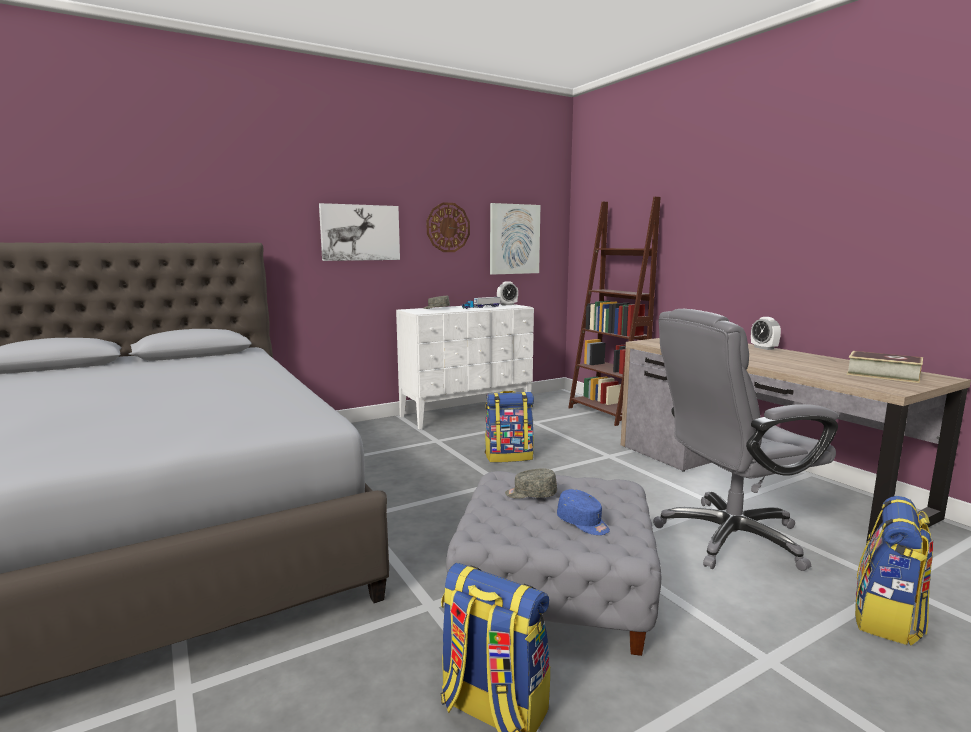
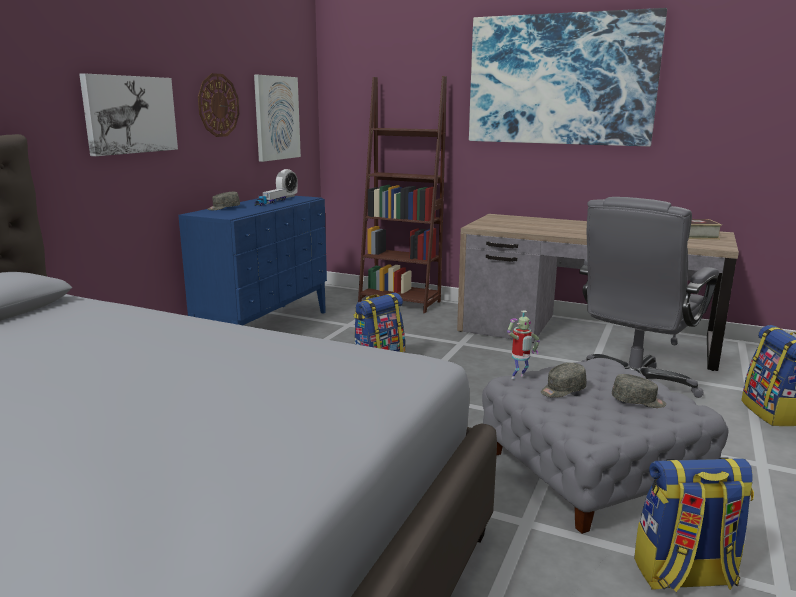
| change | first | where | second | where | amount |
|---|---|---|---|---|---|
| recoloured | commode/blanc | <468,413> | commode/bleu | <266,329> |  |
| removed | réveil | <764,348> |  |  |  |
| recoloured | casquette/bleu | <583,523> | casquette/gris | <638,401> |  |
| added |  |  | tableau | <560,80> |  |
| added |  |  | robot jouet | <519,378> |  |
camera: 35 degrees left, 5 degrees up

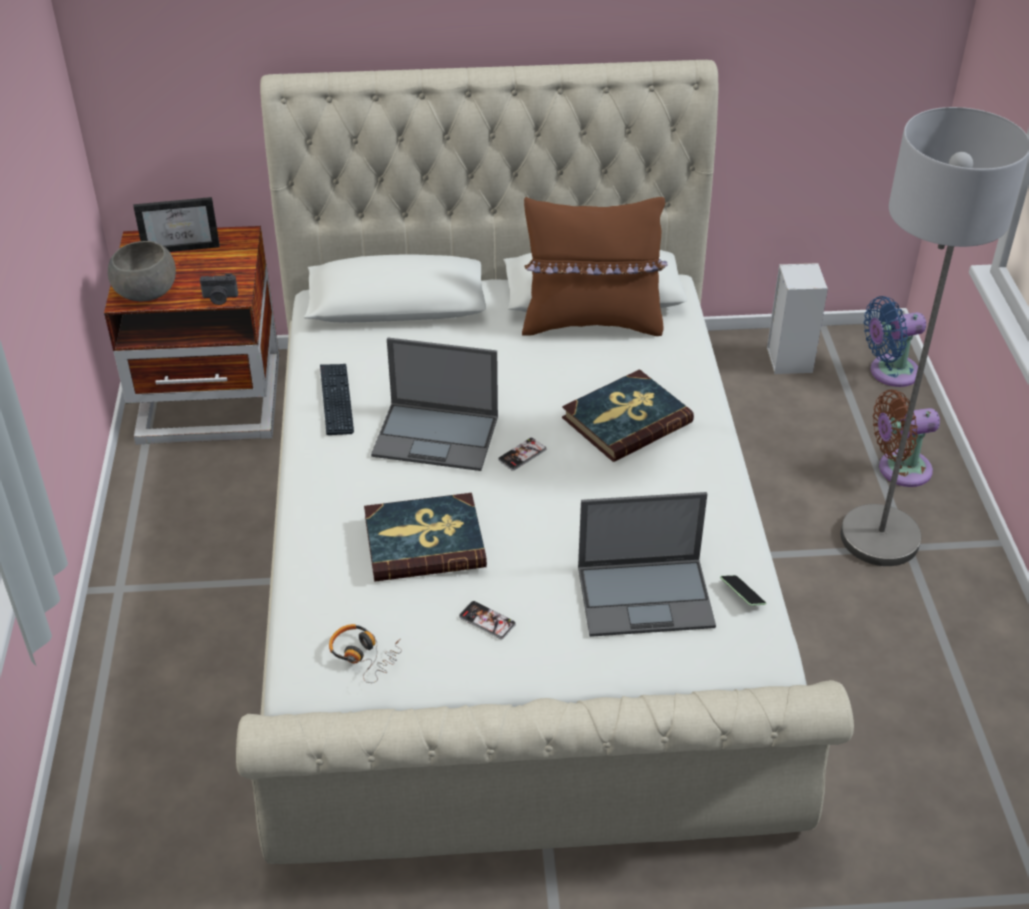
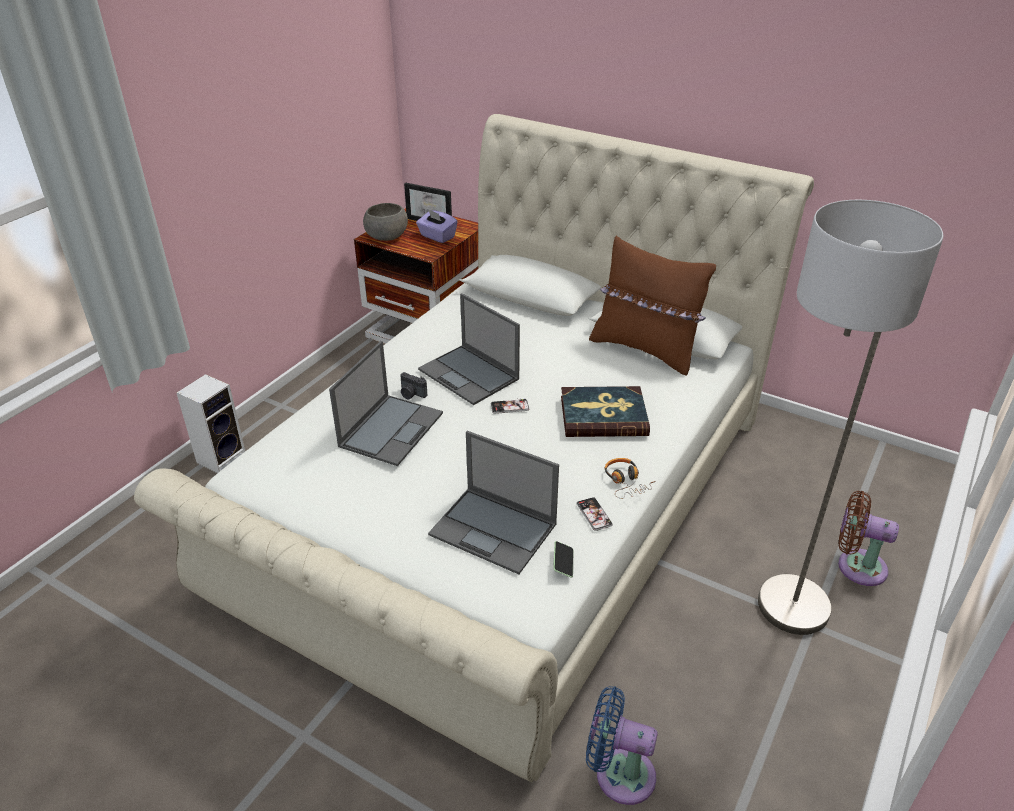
| change | first | where | second | where | amount |
|---|---|---|---|---|---|
| moved | enceinte | <787,359> |  | <222,457> |  |
| moved | appareil photo | <220,298> |  | <411,394> |  |
| moved | ventilateur/bleu | <889,372> |  | <618,773> |  |
| removed | clavier | <336,400> |  |  |  |
| replaced | livre | <424,541> | ordinateur portable | <391,429> |  |
| moved | téléphone | <487,620> |  | <594,514> |  |
| moved | casque audio | <364,656> |  | <626,482> |  |
| added |  |  | boîte à mouchoirs/violet | <437,236> |  |
camera: 35 degrees right, 5 degrees down

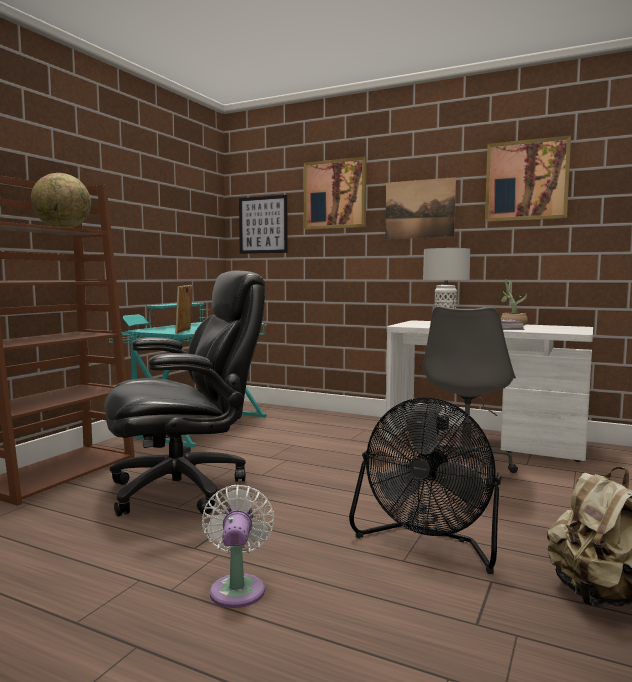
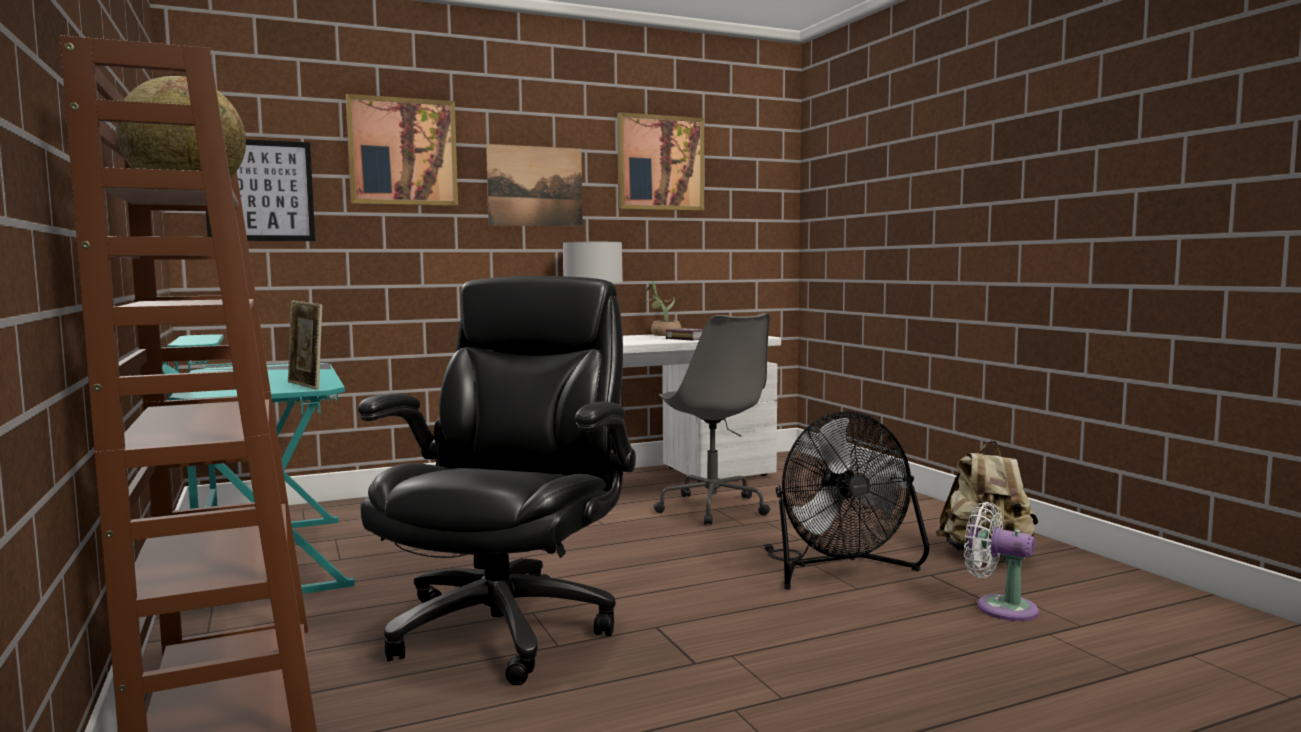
| change | first | where | second | where | amount |
|---|---|---|---|---|---|
| moved | ventilateur/blanc | <238,588> |  | <1000,607> |  |
camera: 50 degrees left, 0 degrees up

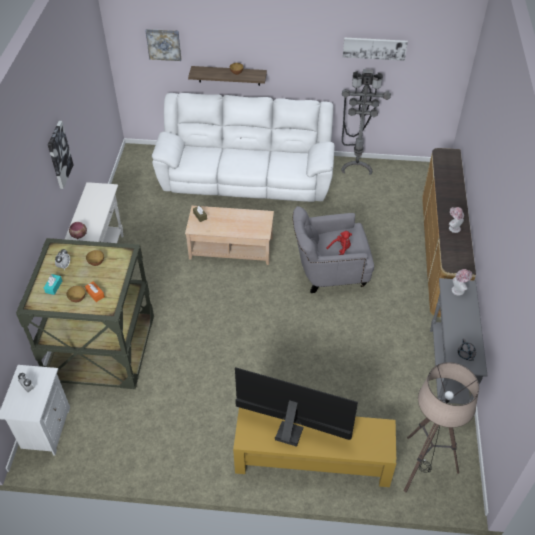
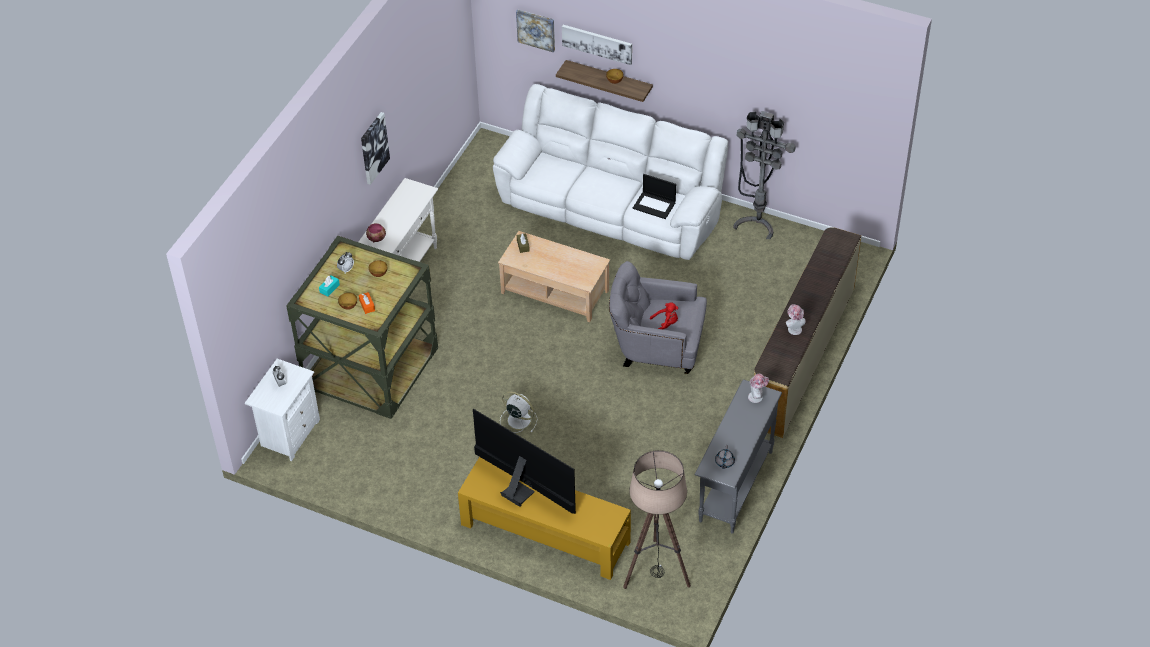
| change | first | where | second | where | amount |
|---|---|---|---|---|---|
| moved | tableau | <374,48> |  | <597,43> |  |
| added |  |  | ordinateur portable | <654,205> |  |
| added |  |  | ventilateur/blanc | <518,419> |  |
camera: 20 degrees right, 0 degrees up

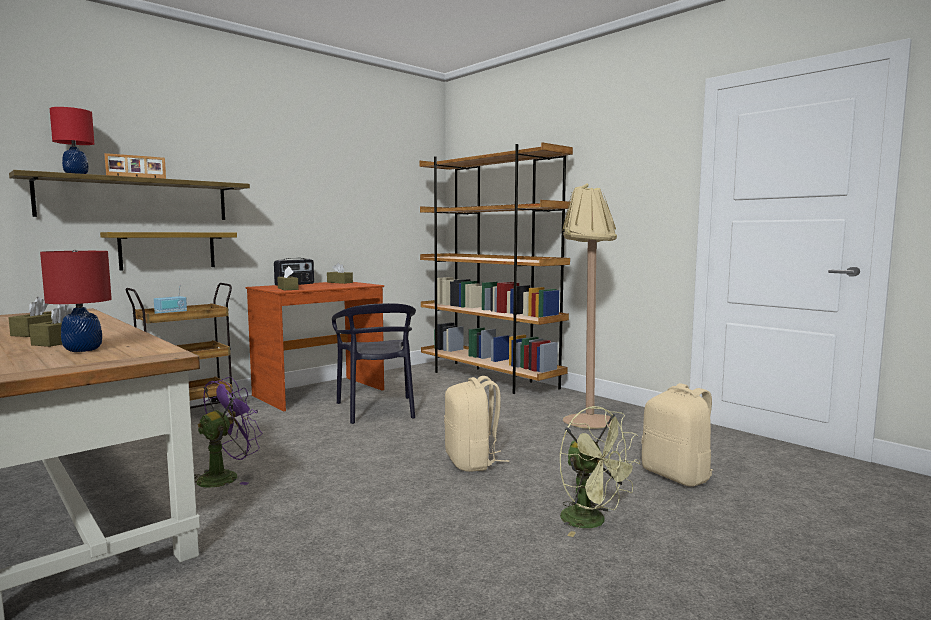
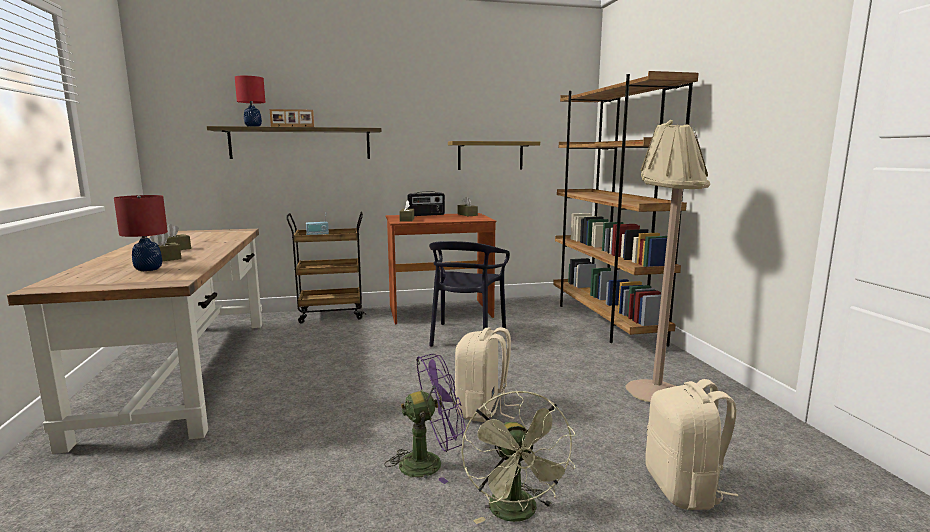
| change | first | where | second | where | amount |
|---|---|---|---|---|---|
| moved | étagère | <168,250> |  | <490,155> |  |
| moved | ventilateur/violet | <225,477> |  | <429,462> |  |
camera: 30 degrees right, 5 degrees up

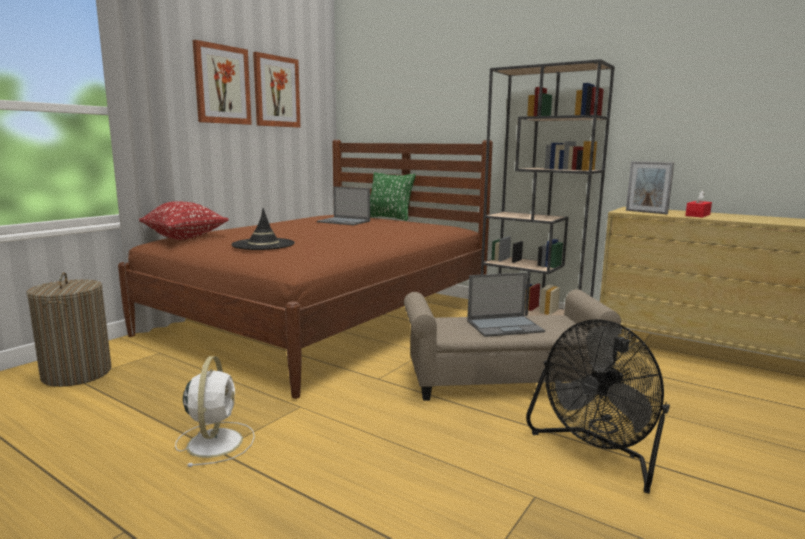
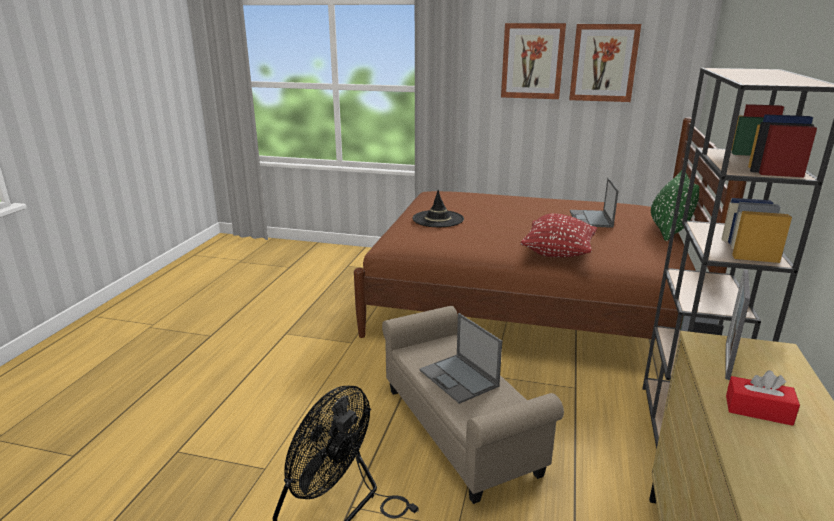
| change | first | where | second | where | amount |
|---|---|---|---|---|---|
| moved | coussin/rouge | <185,238> |  | <558,253> |  |
| removed | panier à linge | <76,373> |  |  |  |
| removed | ventilateur/blanc | <215,441> |  |  |  |
camera: 70 degrees right, 10 degrees up

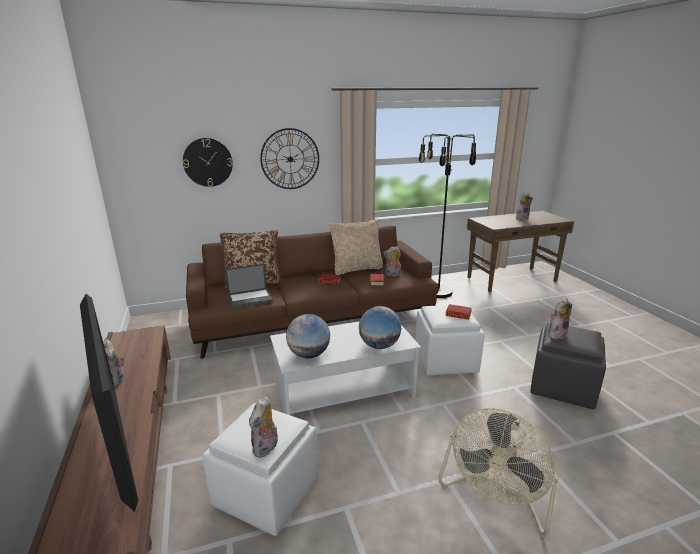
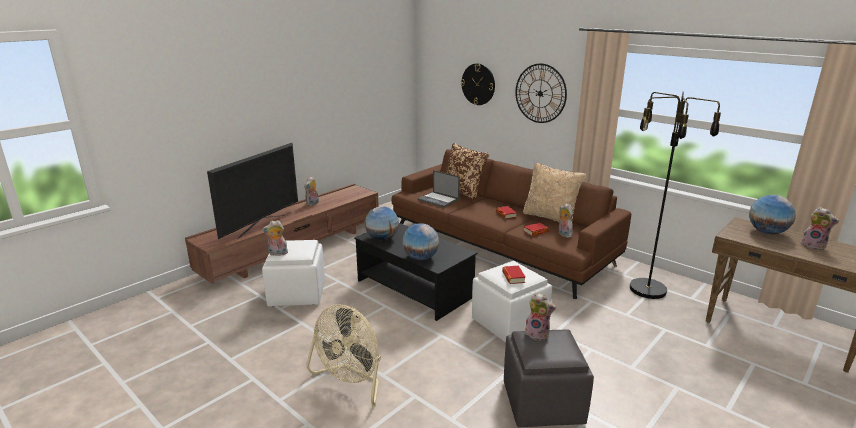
| change | first | where | second | where | amount |
|---|---|---|---|---|---|
| recoloured | table basse/blanc | <345,390> | table basse/noir | <415,289> |  |
| turned | ventilateur/beige | <492,494> |  | <351,379> | 60 degrees counterclockwise |
| added |  |  | globe | <766,232> |  |
camera: 60 degrees right, 0 degrees up

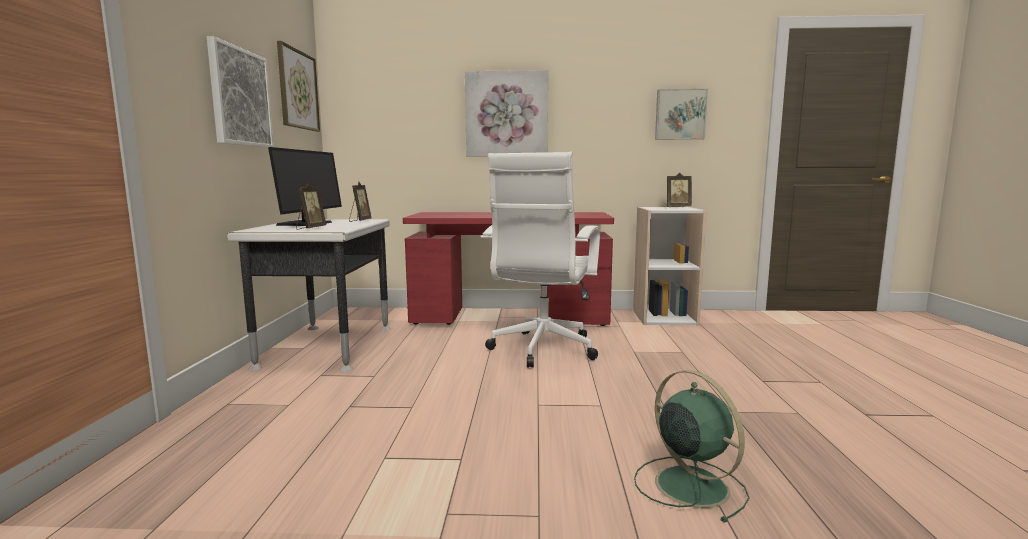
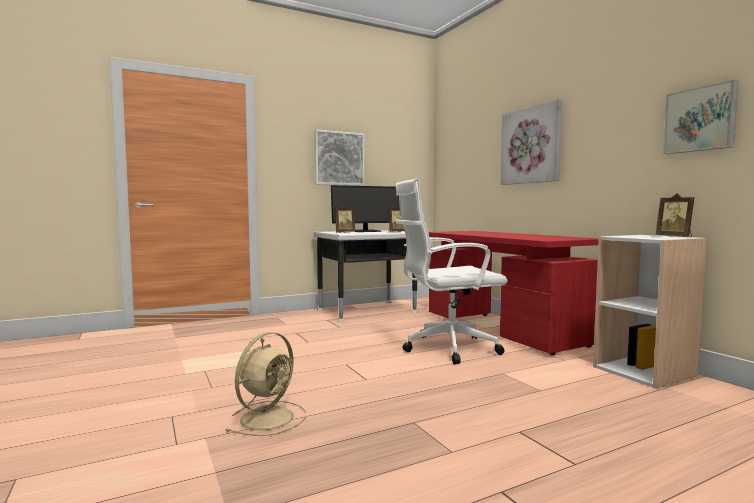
| change | first | where | second | where | amount |
|---|---|---|---|---|---|
| removed | tableau | <298,89> |  |  |  |
| recoloured | ventilateur/vert | <689,484> | ventilateur/beige | <269,417> |  |
camera: 60 degrees right, 5 degrees down

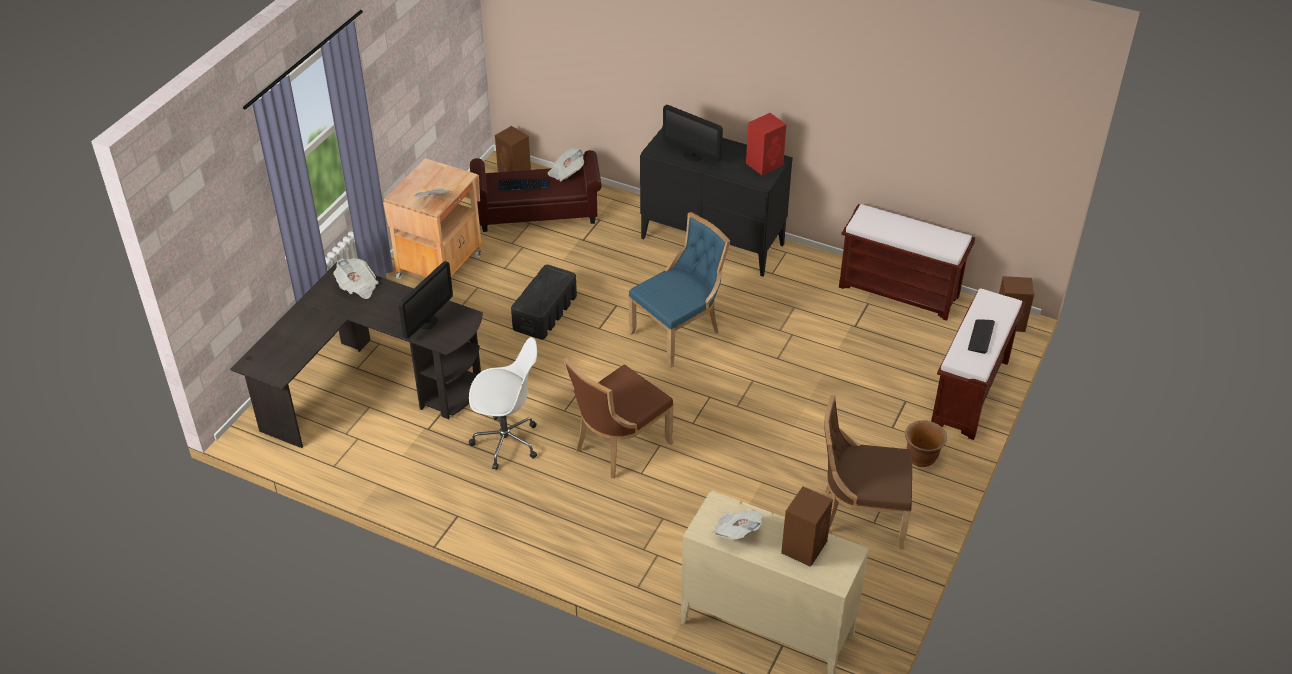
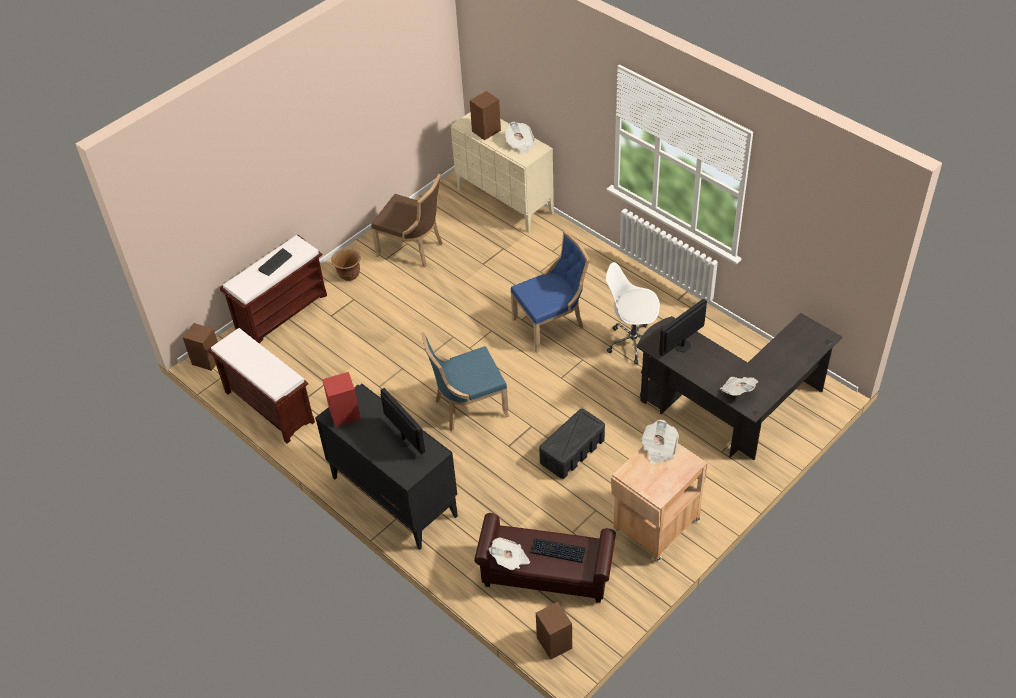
| change | first | where | second | where | amount |
|---|---|---|---|---|---|
| recoloured | chaise/marron | <618,446> | chaise/bleu | <551,324> |  |
camera: 160 degrees left, 5 degrees up

